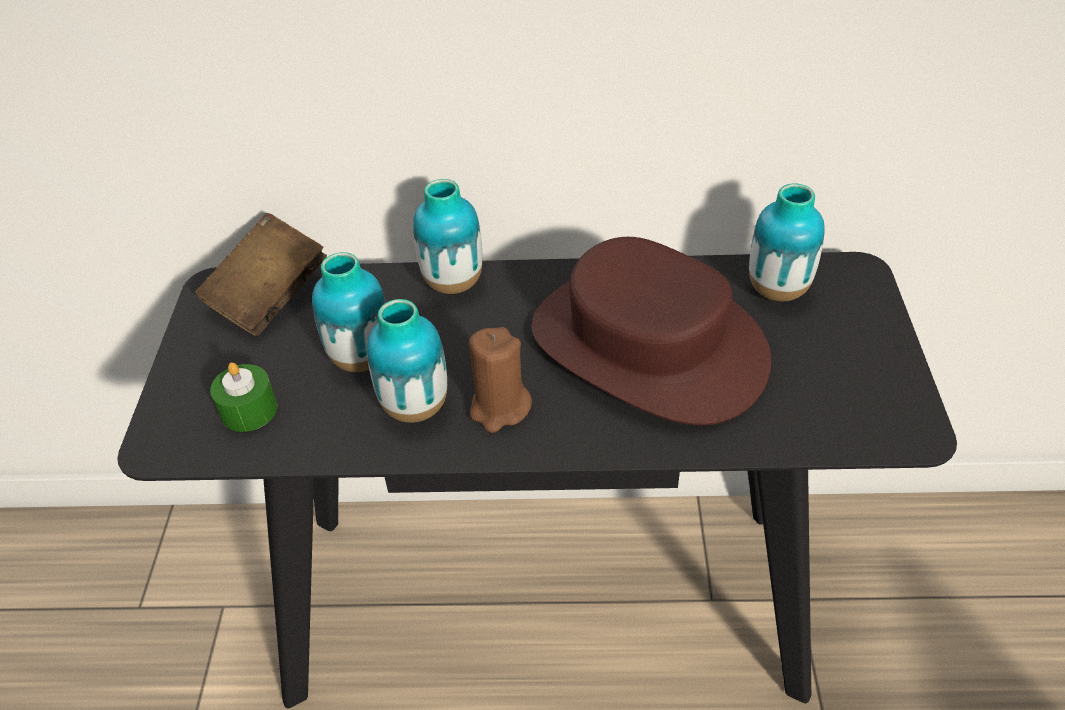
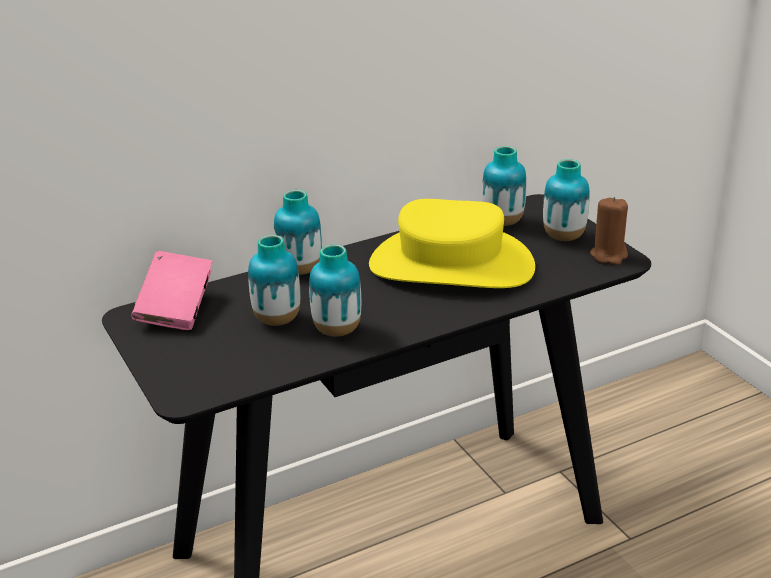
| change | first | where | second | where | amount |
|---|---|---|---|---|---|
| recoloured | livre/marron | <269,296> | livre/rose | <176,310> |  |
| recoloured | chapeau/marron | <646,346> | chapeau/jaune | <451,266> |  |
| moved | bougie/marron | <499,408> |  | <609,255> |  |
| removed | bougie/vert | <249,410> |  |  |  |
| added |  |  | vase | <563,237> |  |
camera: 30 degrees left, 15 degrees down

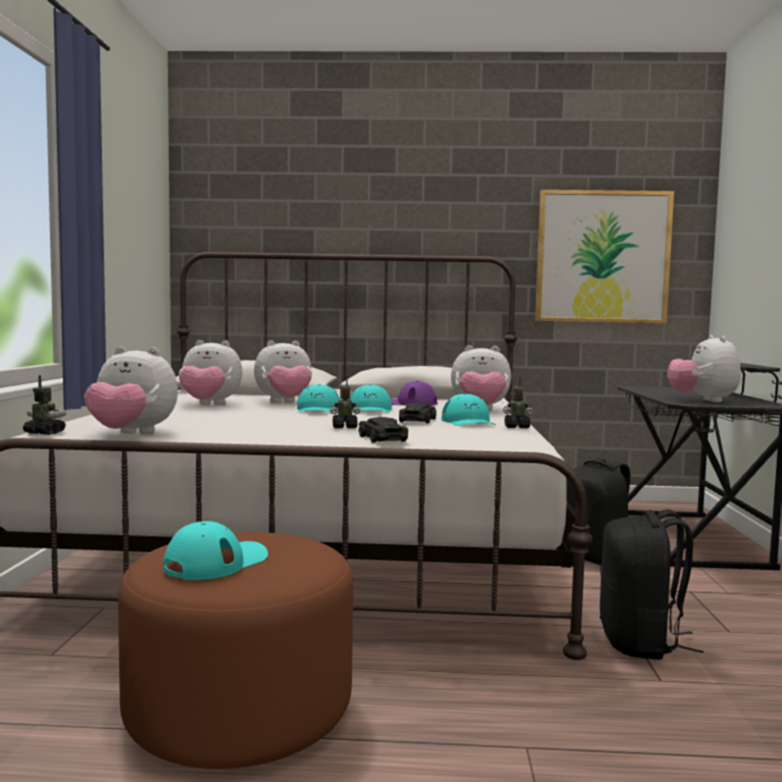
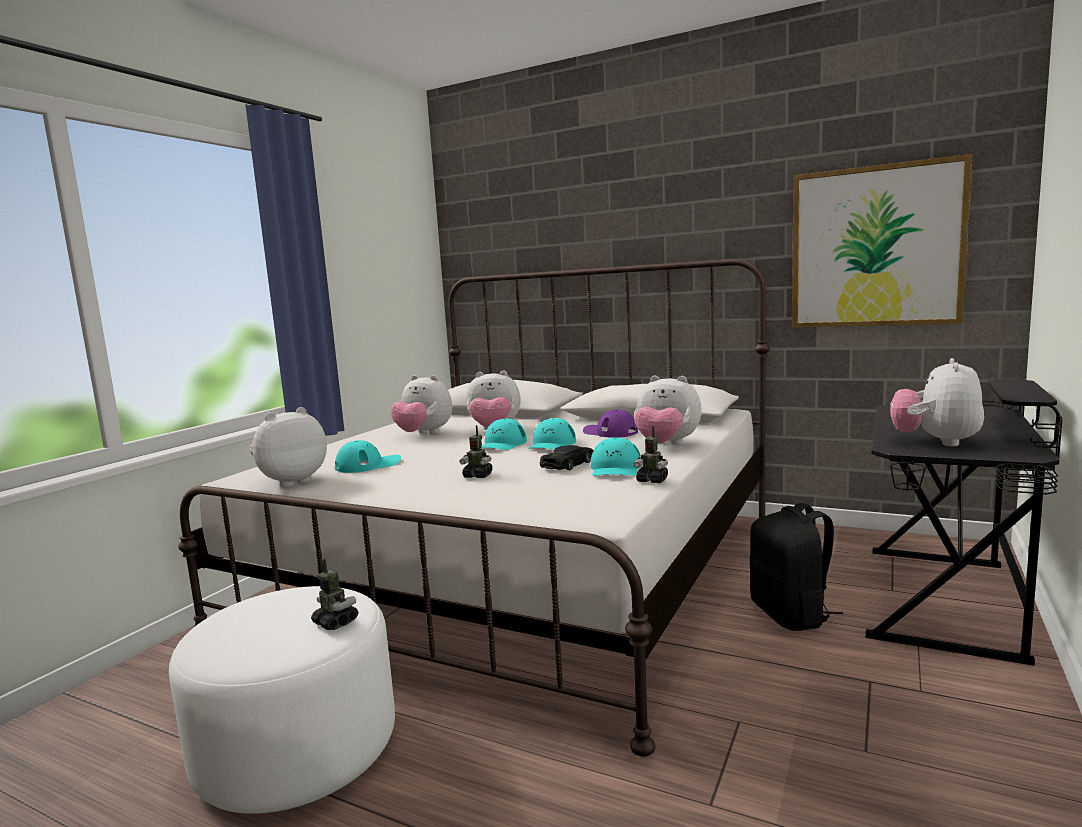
| change | first | where | second | where | amount |
|---|---|---|---|---|---|
| turned | peluche | <131,434> |  | <291,482> | 105 degrees clockwise |
| moved | robot jouet | <44,433> |  | <335,622> |  |
| removed | petite voiture/noir | <382,438> |  |  |  |
| removed | sac à dos/noir | <641,642> |  |  |  |
| moved | casquette/turquoise | <216,562> |  | <368,465> |  |
| recoloured | pouf/marron | <240,710> | pouf/blanc | <298,749> |  |
camera: 25 degrees right, 5 degrees up

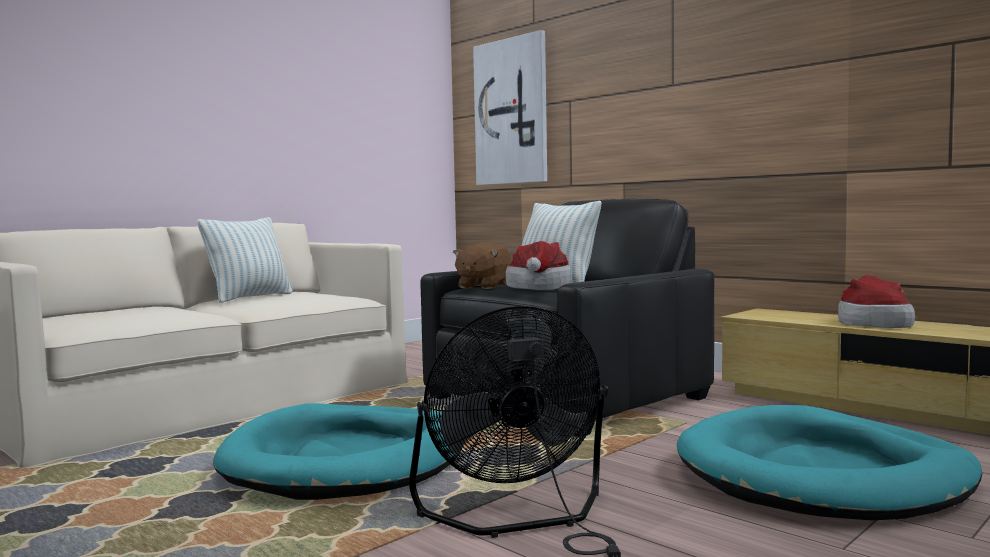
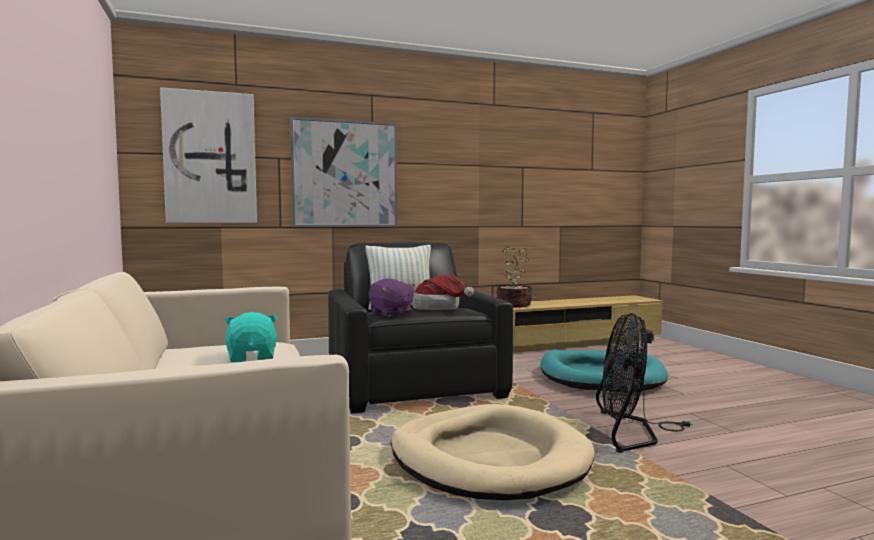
| change | first | where | second | where | amount |
|---|---|---|---|---|---|
| removed | coussin | <249,297> |  |  |  |
| recoloured | peluche/marron | <483,286> | peluche/violet | <390,313> |  |
| replaced | chapeau | <873,323> | plante en pot | <513,305> |  |
| recoloured | panier pour chien/turquoise | <347,460> | panier pour chien/beige | <488,459> |  |
| added |  |  | tableau | <345,174> |  |
| added |  |  | peluche/turquoise | <252,357> |  |
camera: 65 degrees left, 0 degrees up

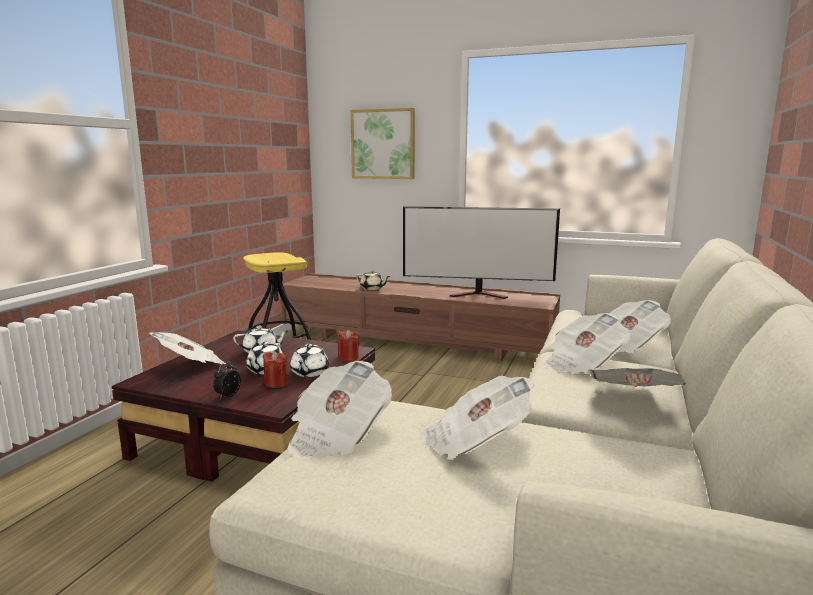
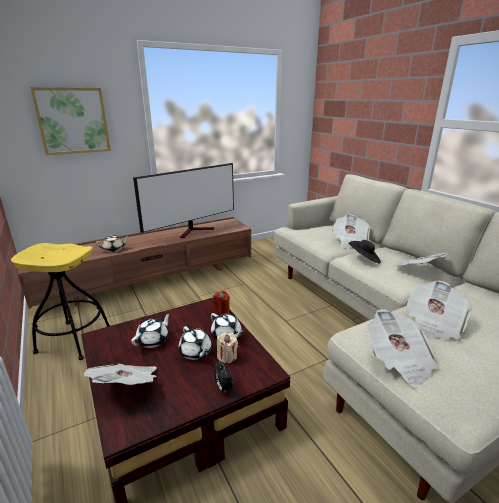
| change | first | where | second | where | amount |
|---|---|---|---|---|---|
| replaced | journal | <582,364> | chapeau/noir | <364,259> |  |
| recoloured | bougie/rouge | <276,383> | bougie/beige | <227,357> |  |
camera: 50 degrees left, 10 degrees up

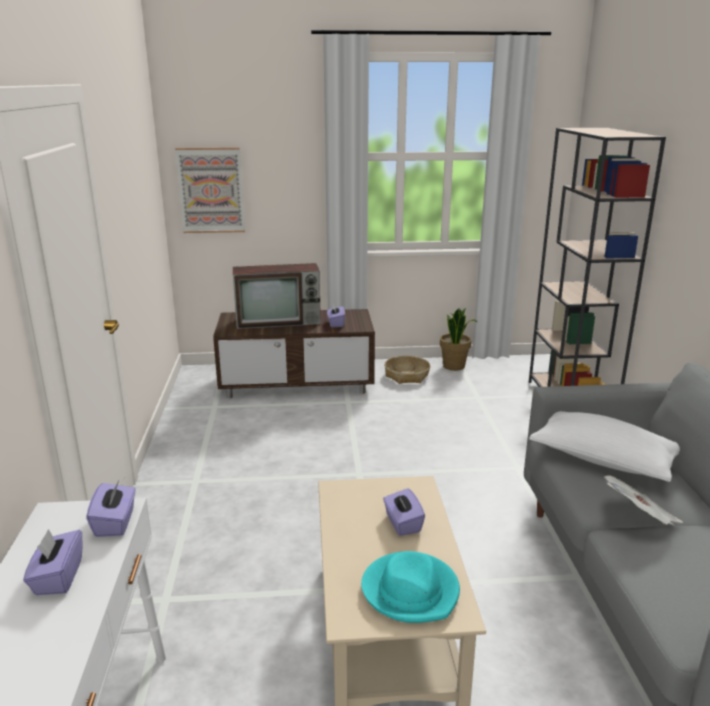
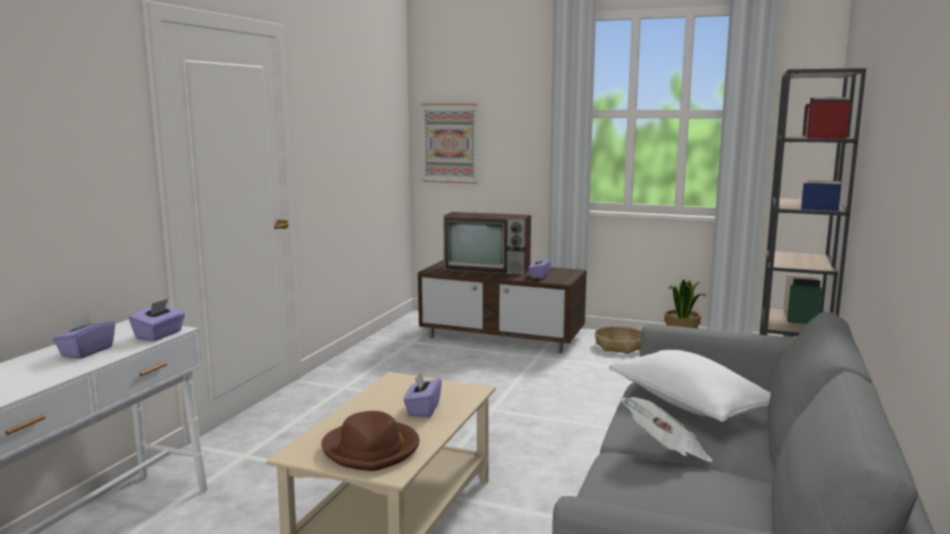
| change | first | where | second | where | amount |
|---|---|---|---|---|---|
| recoloured | chapeau/turquoise | <411,590> | chapeau/marron | <372,449> |  |
camera: 25 degrees right, 10 degrees down

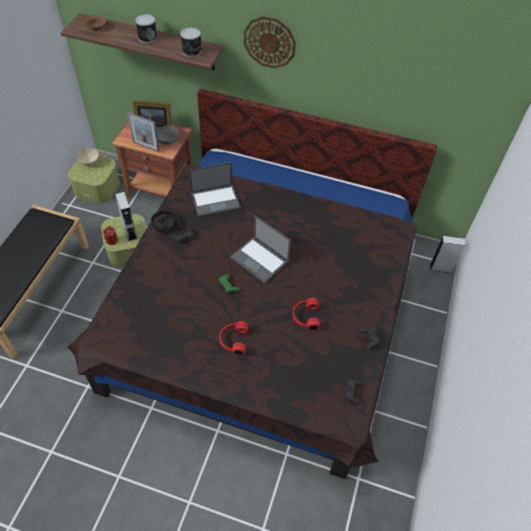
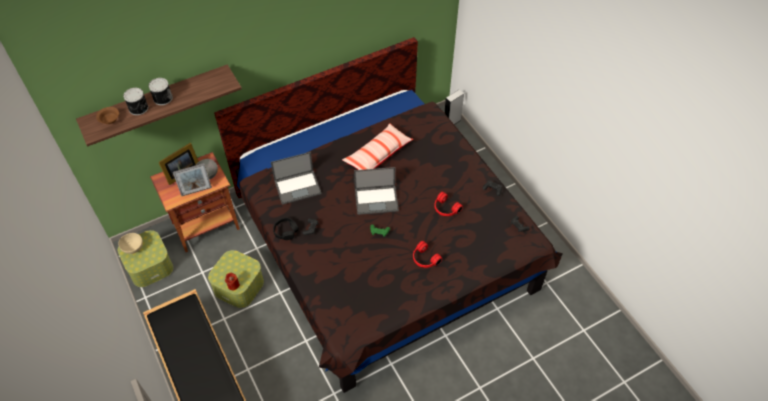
| change | first | where | second | where | amount |
|---|---|---|---|---|---|
| removed | horloge murale | <269,42> |  |  |  |
| moved | boîte métallique | <192,51> |  | <139,108> |  |
| turned | ordinateur portable | <216,200> |  | <298,187> | 45 degrees clockwise |
| removed | enceinte/gris | <130,232> |  |  |  |
| added |  |  | coussin | <378,154> |  |
camera: 45 degrees left, 0 degrees up

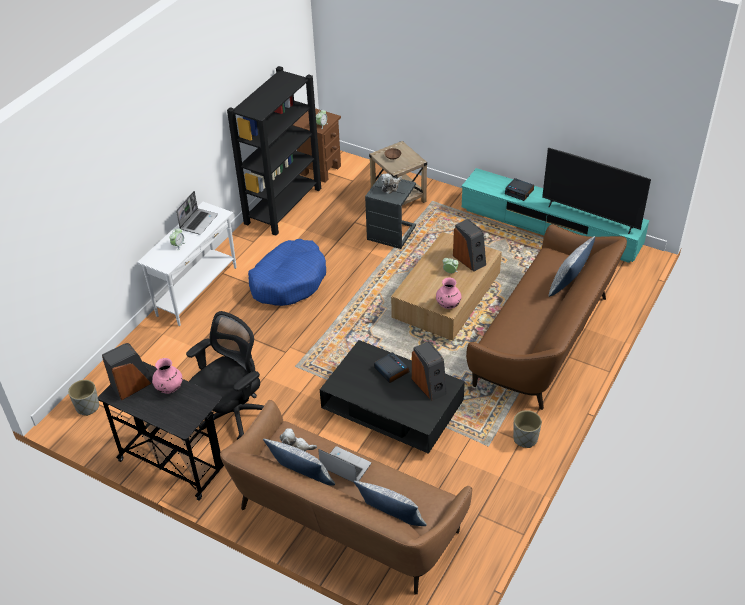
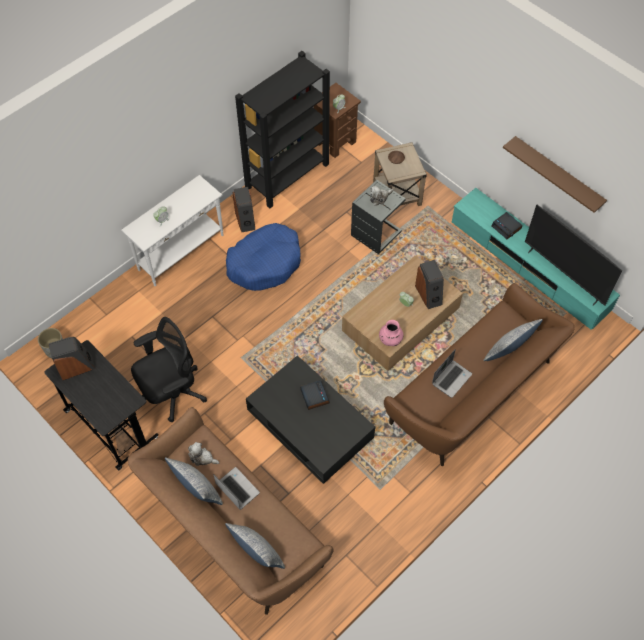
| change | first | where | second | where | amount |
|---|---|---|---|---|---|
| moved | ordinateur portable | <198,222> |  | <451,378> |  |
| moved | enceinte | <429,385> |  | <245,220> |  |
| removed | vase/rose | <169,388> |  |  |  |
| removed | cache-pot/gris | <525,439> |  |  |  |
| added |  |  | étagère/marron | <557,175> |  |
camera: 15 degrees right, 15 degrees up

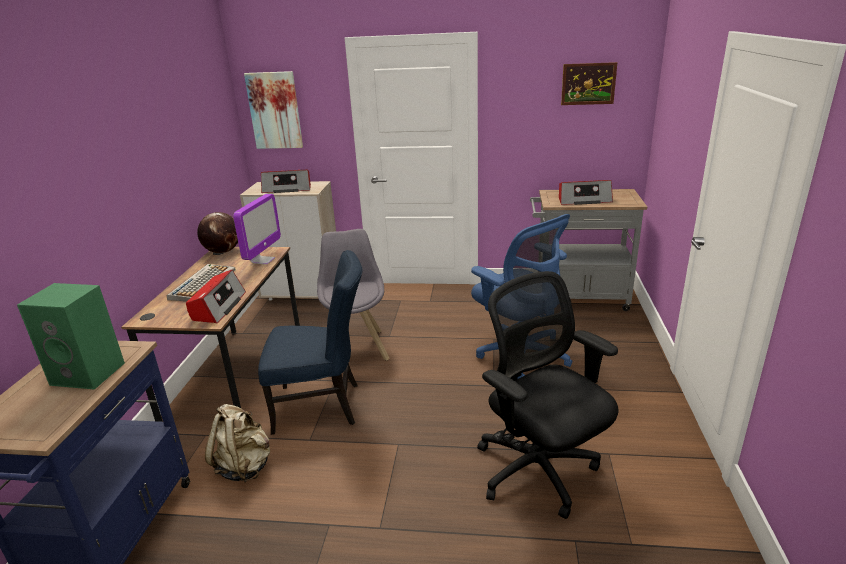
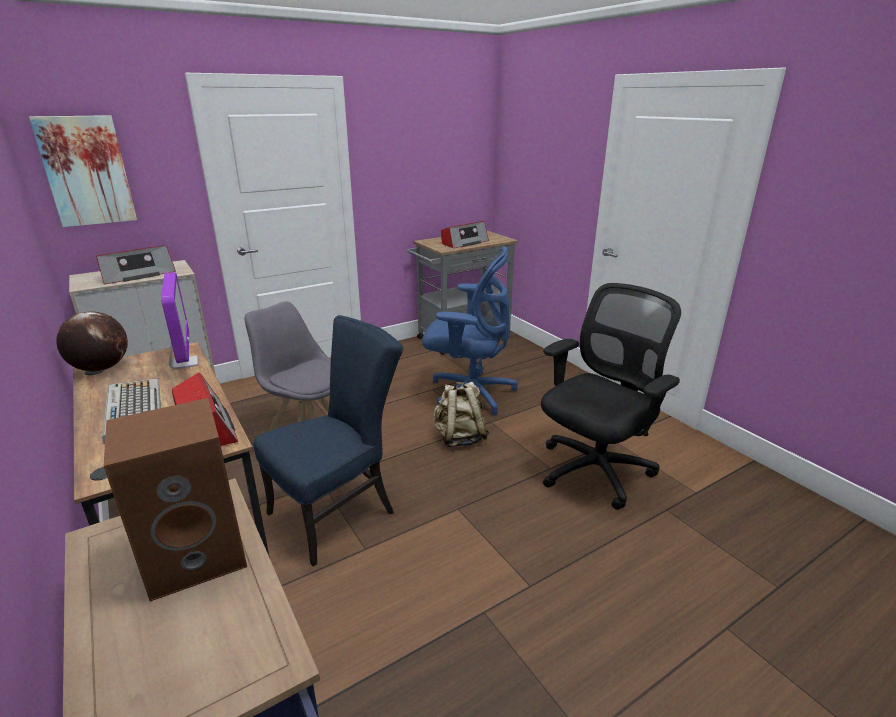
| change | first | where | second | where | amount |
|---|---|---|---|---|---|
| removed | tableau | <588,84> |  |  |  |
| turned | chaise de bureau/noir | <543,473> |  | <592,475> | 120 degrees clockwise |
| recoloured | enceinte/vert | <90,373> | enceinte/marron | <198,554> |  |
| moved | sac à dos/beige | <244,466> |  | <459,438> |  |
camera: 40 degrees left, 0 degrees up

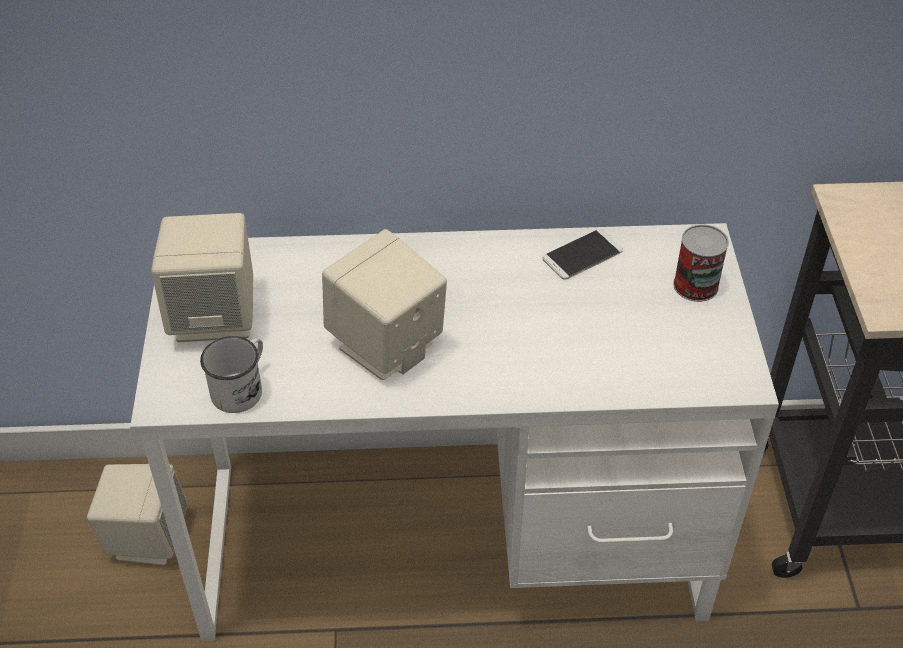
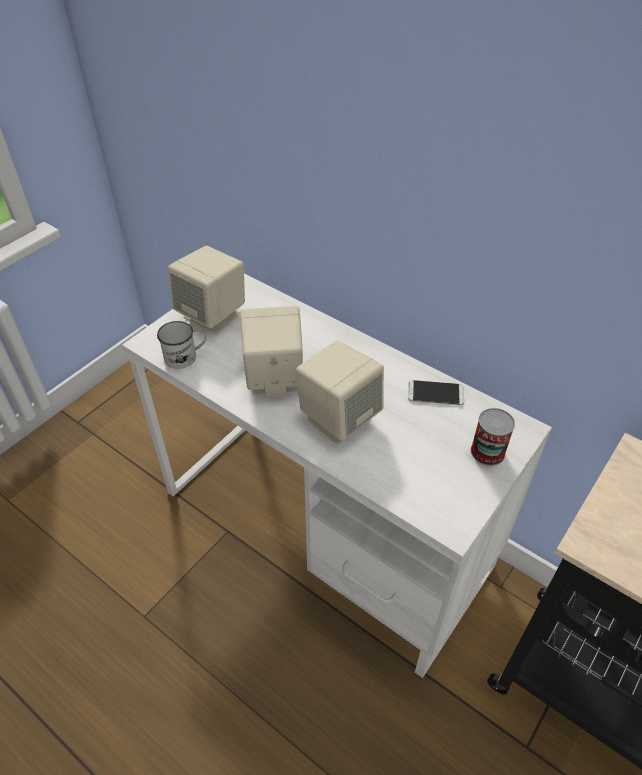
| change | first | where | second | where | amount |
|---|---|---|---|---|---|
| moved | enceinte/beige | <147,538> |  | <339,418> |  |
camera: 40 degrees right, 0 degrees up

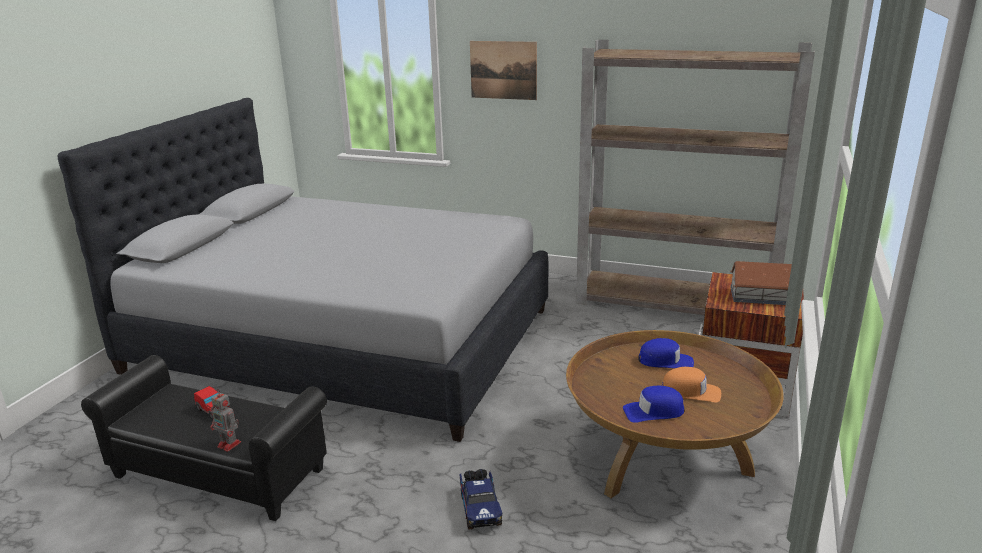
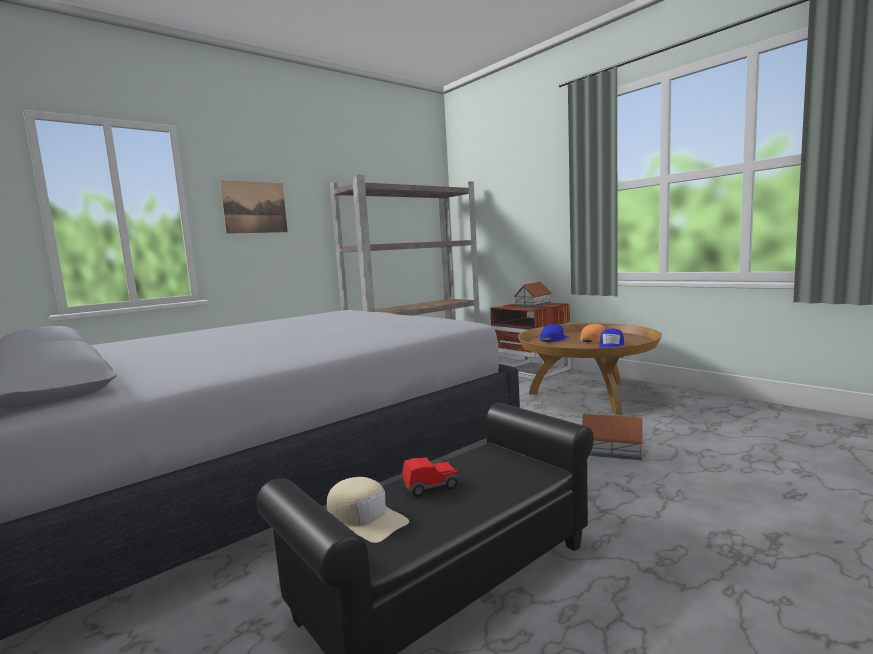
| change | first | where | second | where | amount |
|---|---|---|---|---|---|
| removed | robot jouet | <230,445> |  |  |  |
| replaced | camion jouet | <480,507> | maison miniature | <611,450> |  |
| added |  |  | casquette/beige | <365,519> |  |
camera: 60 degrees left, 15 degrees down

